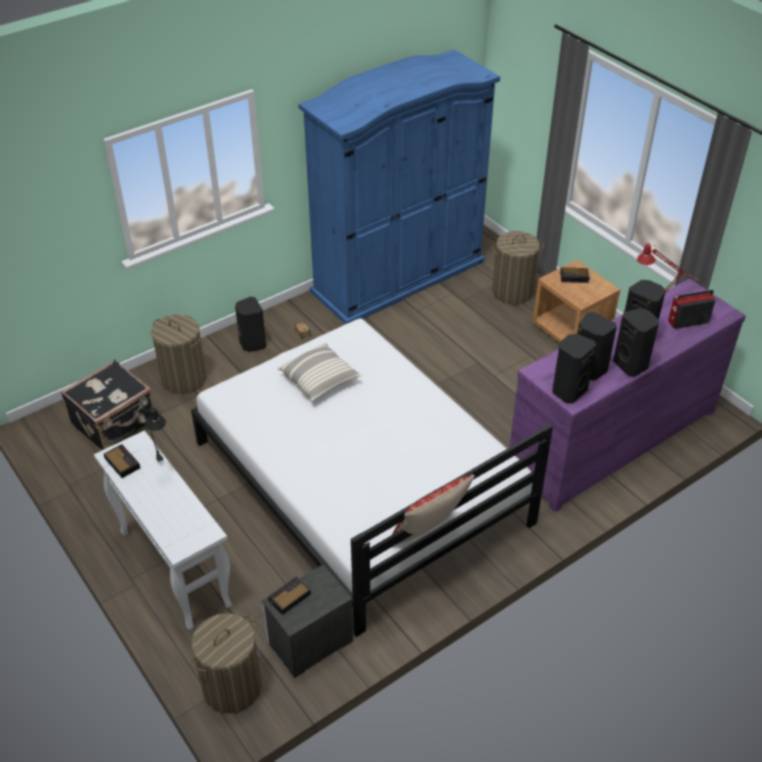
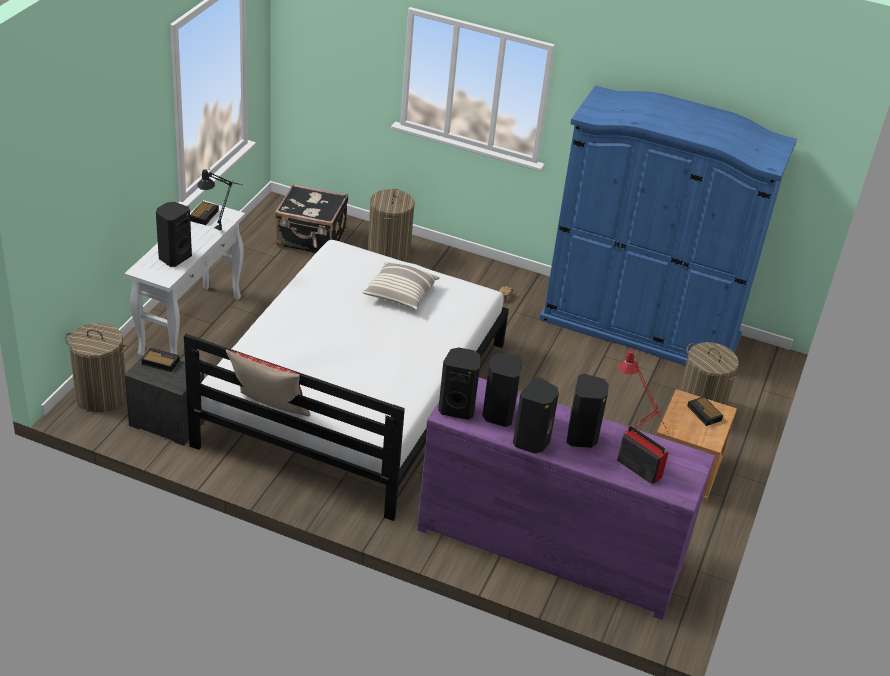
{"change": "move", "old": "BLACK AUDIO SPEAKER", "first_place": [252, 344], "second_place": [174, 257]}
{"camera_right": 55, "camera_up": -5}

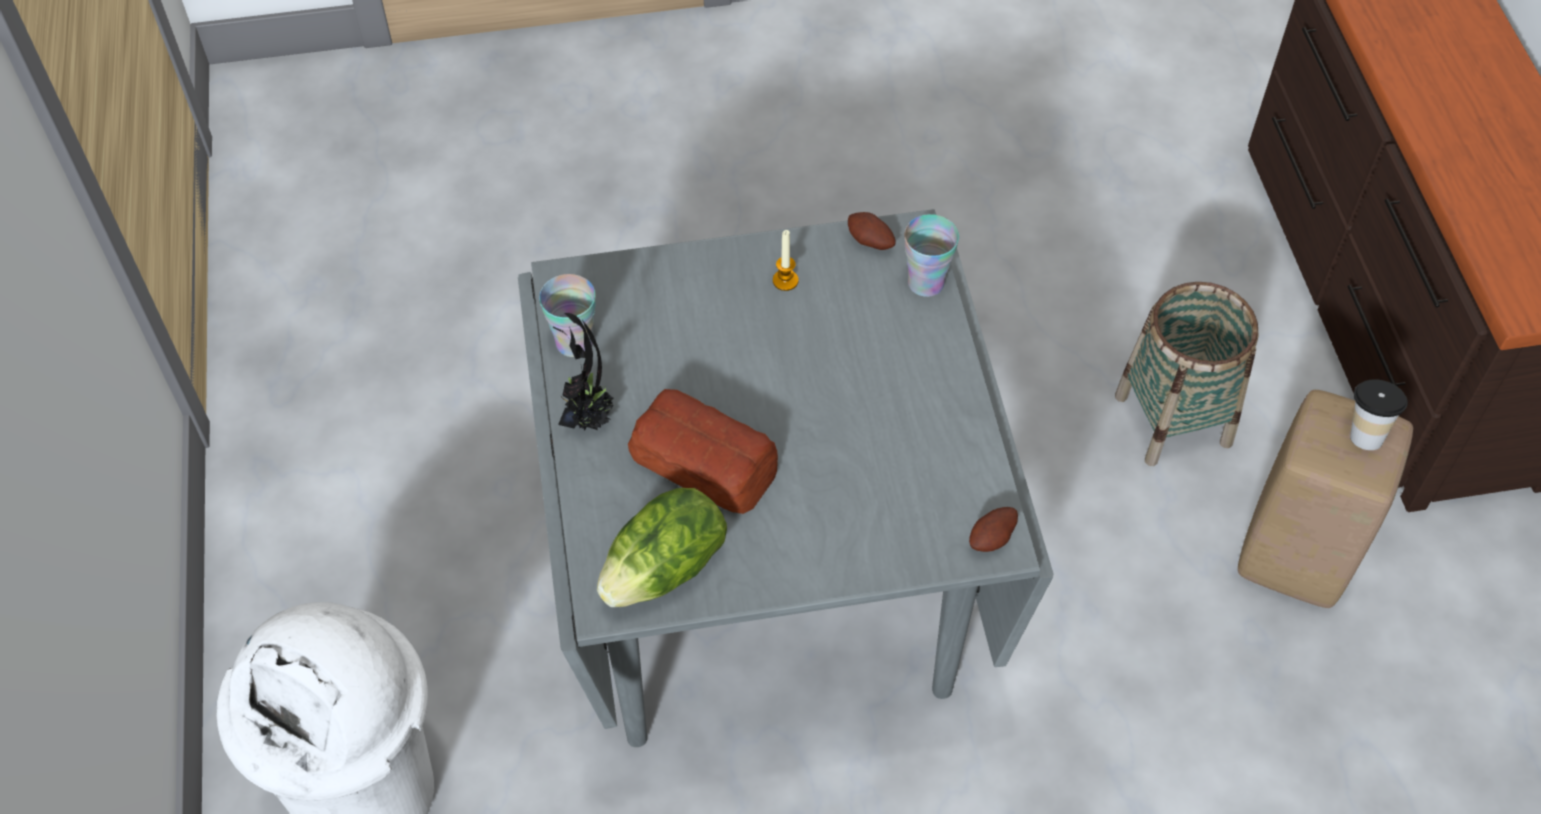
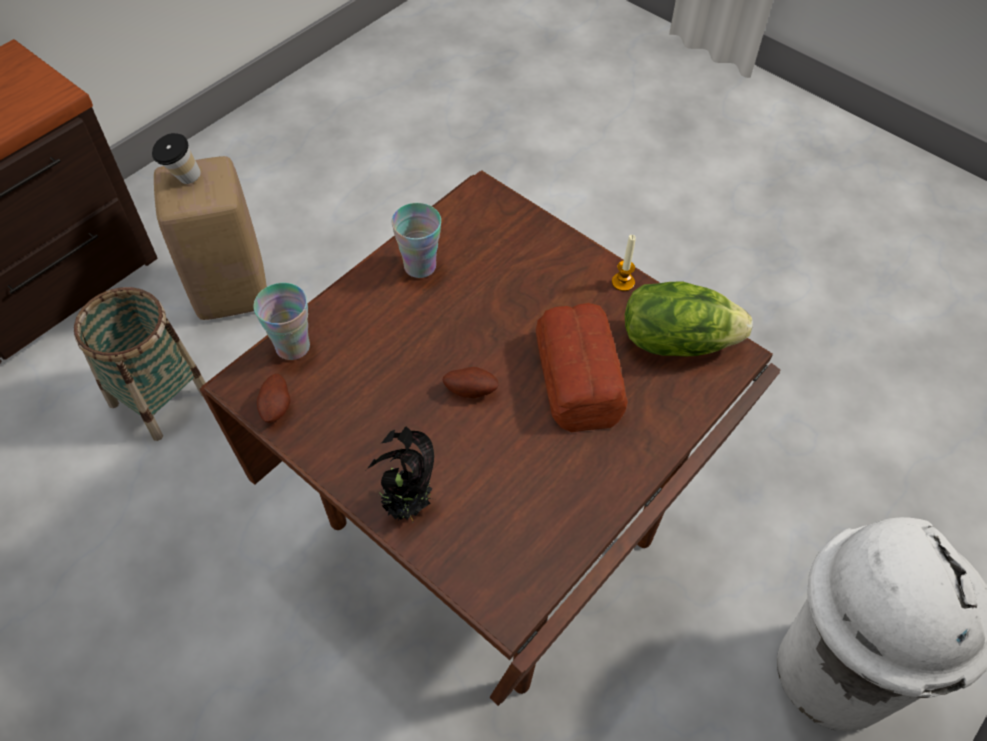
{"change": "move", "old": "SMALL CUP", "first_place": [574, 342], "second_place": [420, 266]}
{"change": "move", "old": "POTTED PLANT", "first_place": [588, 417], "second_place": [407, 507]}
{"change": "move", "old": "CANDLE", "first_place": [785, 280], "second_place": [623, 282]}
{"change": "move", "old": "SPUD", "first_place": [993, 539], "second_place": [471, 389]}
{"change": "recolor", "old": "GRAY KITCHEN TABLE", "new": "BROWN KITCHEN TABLE", "first_place": [770, 604], "second_place": [488, 533]}
{"camera_right": -130, "camera_up": 0}

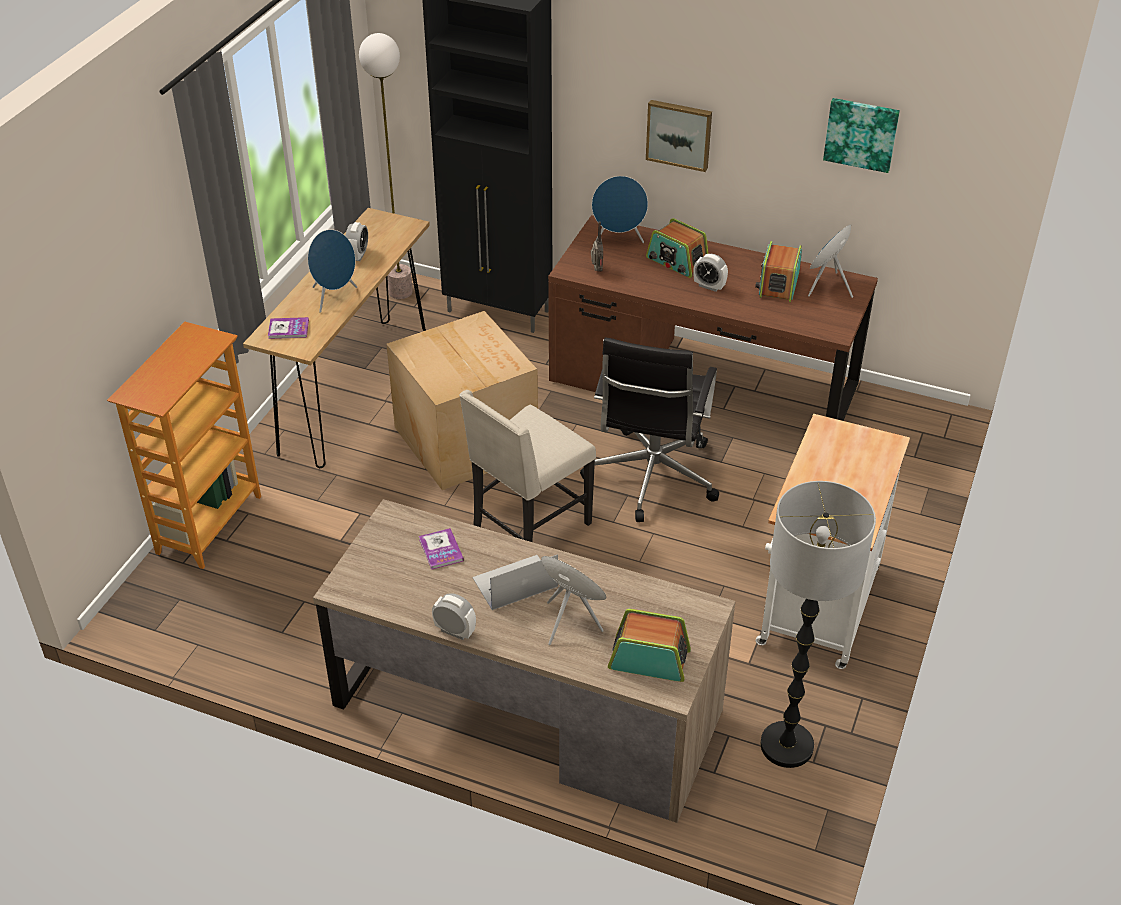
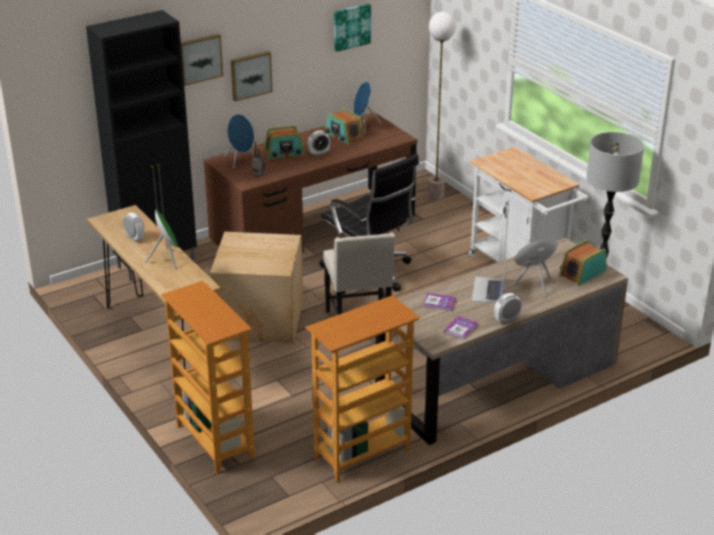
{"change": "insert", "new": "WALL ART", "second_place": [200, 58]}
{"change": "insert", "new": "SHELVING UNIT", "second_place": [362, 454]}
{"change": "move", "old": "VOLUME", "first_place": [288, 329], "second_place": [461, 328]}
{"change": "move", "old": "STANDING LAMP", "first_place": [401, 292], "second_place": [436, 195]}
{"change": "recolor", "old": "BLUE AUDIO SPEAKER", "new": "GREEN-COLOURED AUDIO SPEAKER", "first_place": [334, 297], "second_place": [167, 259]}
{"camera_right": -55, "camera_up": -10}

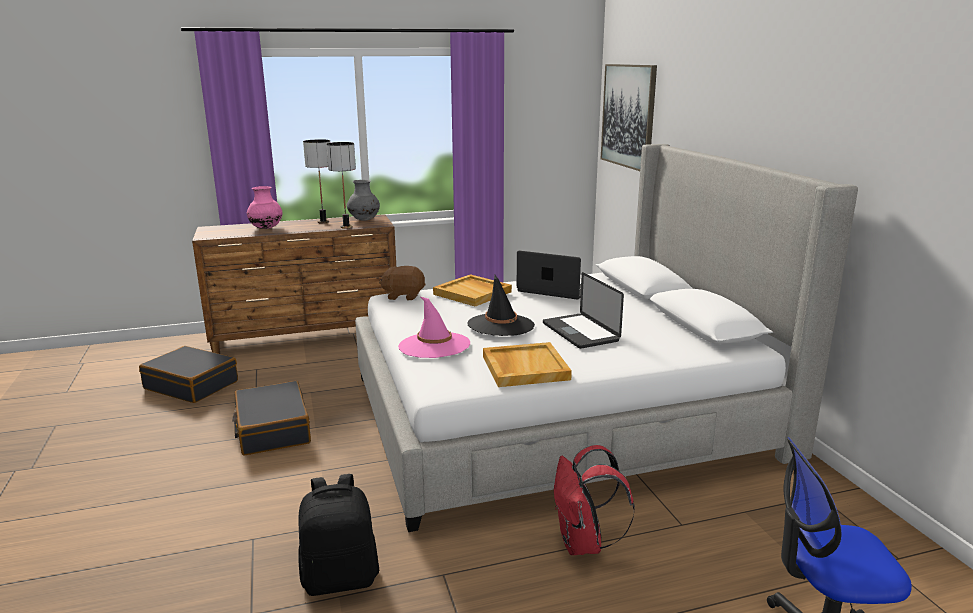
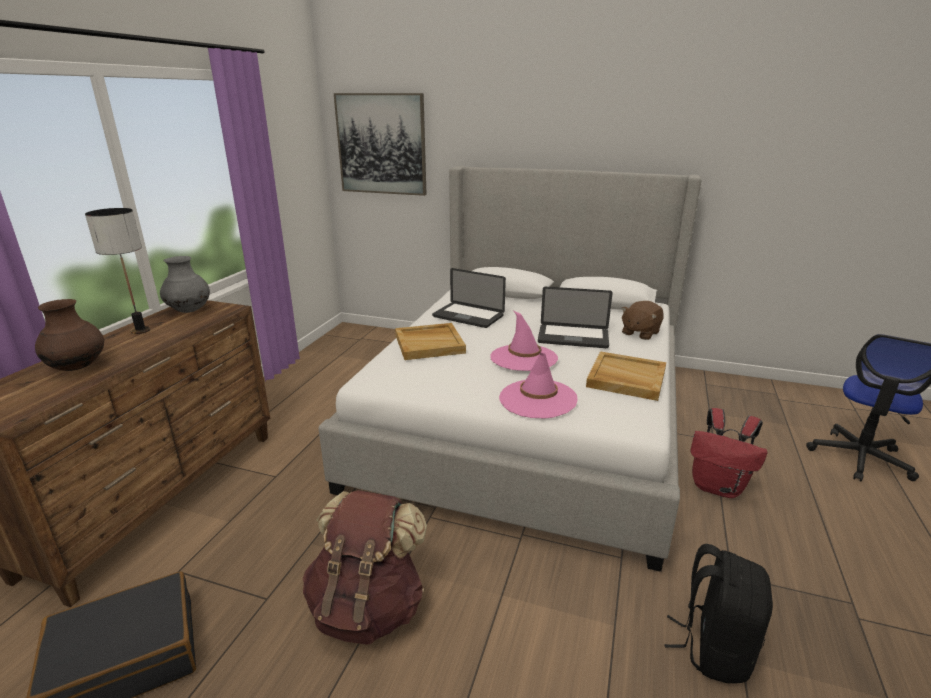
{"change": "delete", "old": "TABLETOP LAMP", "first_place": [346, 227]}
{"change": "move", "old": "BROWN SOFT TOY", "first_place": [404, 296], "second_place": [640, 333]}
{"change": "replace", "old": "BLACK SUITCASE", "new": "BROWN RUCKSACK", "first_place": [272, 430], "second_place": [368, 607]}
{"change": "recolor", "old": "PINK-COLOURED DECORATIVE VASE", "new": "BROWN DECORATIVE VASE", "first_place": [266, 228], "second_place": [78, 367]}
{"change": "recolor", "old": "BLACK HAT", "new": "PINK-COLOURED HAT", "first_place": [501, 325], "second_place": [523, 358]}
{"change": "rotate", "old": "LAPTOP", "first_place": [553, 290], "second_place": [468, 316], "degrees": -120}
{"camera_right": -55, "camera_up": 5}

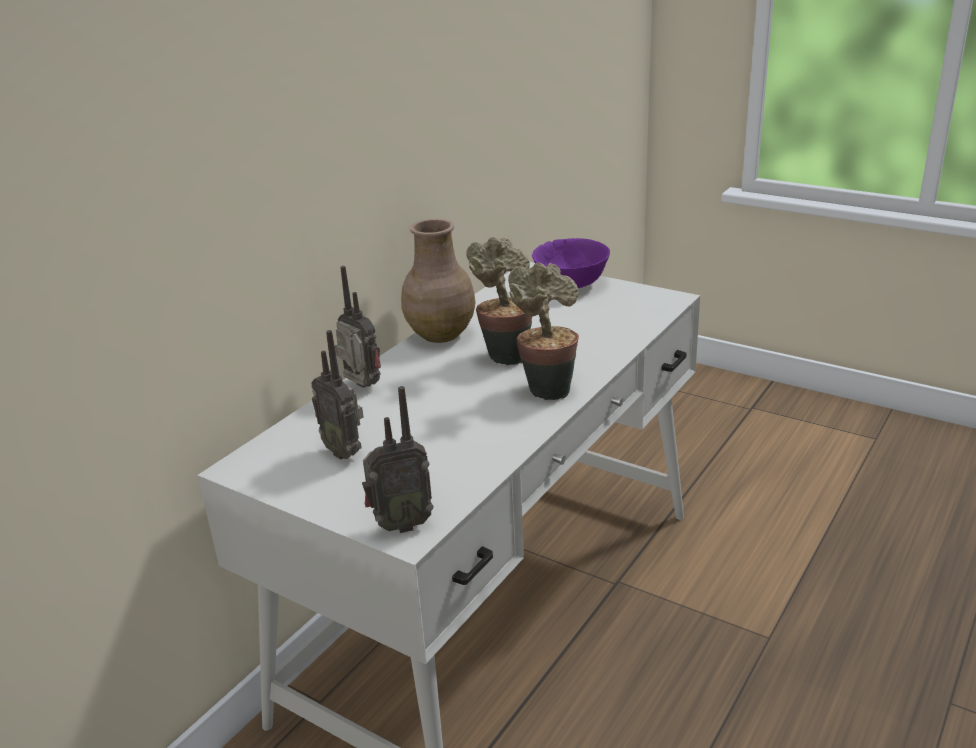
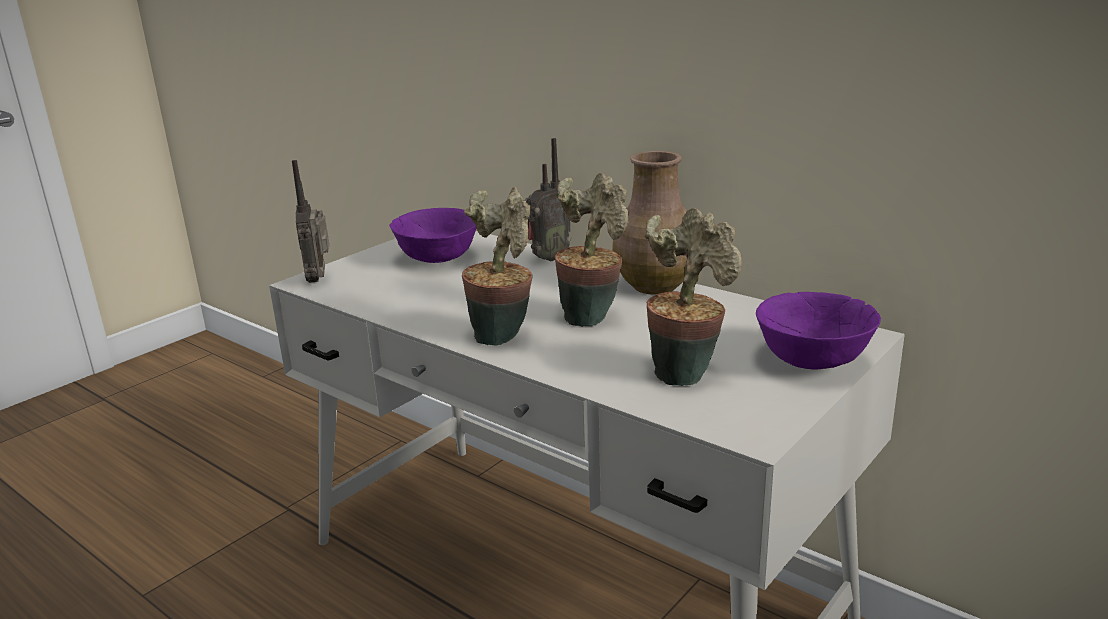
{"change": "insert", "new": "POTTED PLANT", "second_place": [686, 371]}
{"change": "replace", "old": "RADIO SET", "new": "PURPLE-COLOURED SERVING BOWL", "first_place": [344, 451], "second_place": [438, 258]}
{"camera_right": 95, "camera_up": -5}

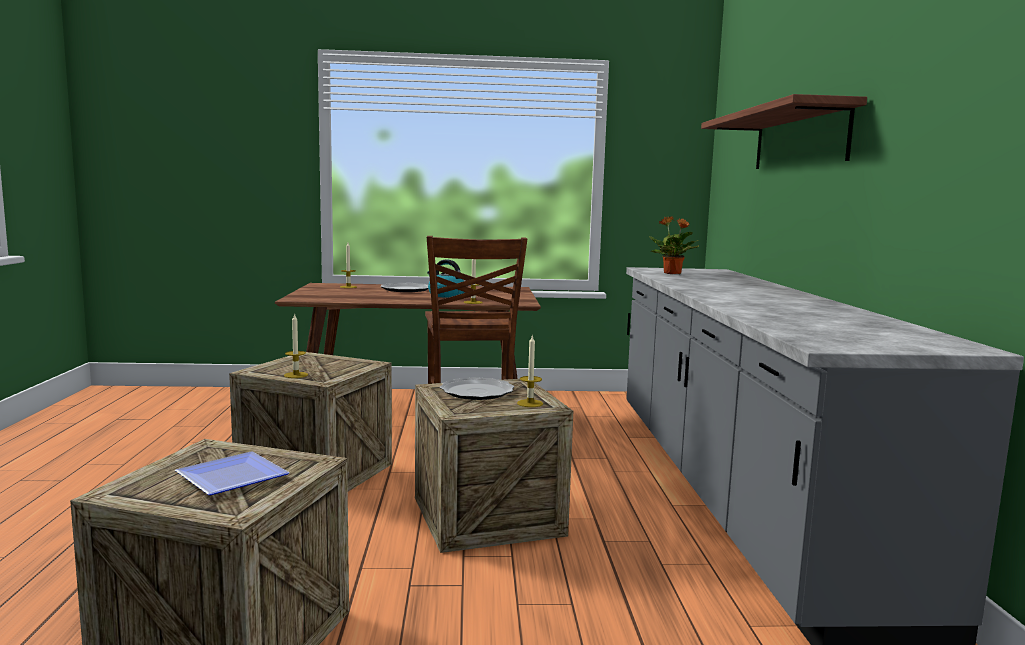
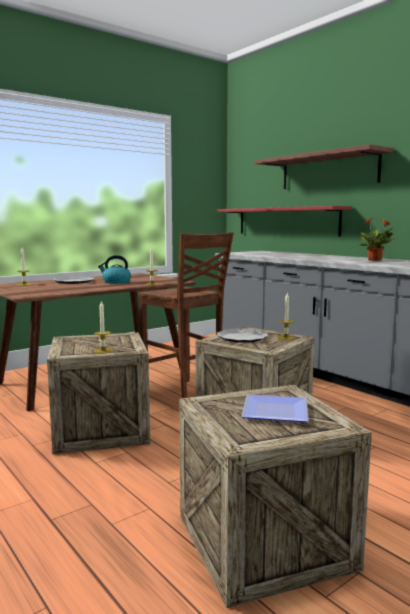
{"change": "insert", "new": "RED-COLOURED WALL SHELF", "second_place": [286, 221]}
{"change": "move", "old": "POTTED PLANT", "first_place": [672, 273], "second_place": [375, 260]}
{"camera_right": -35, "camera_up": 0}

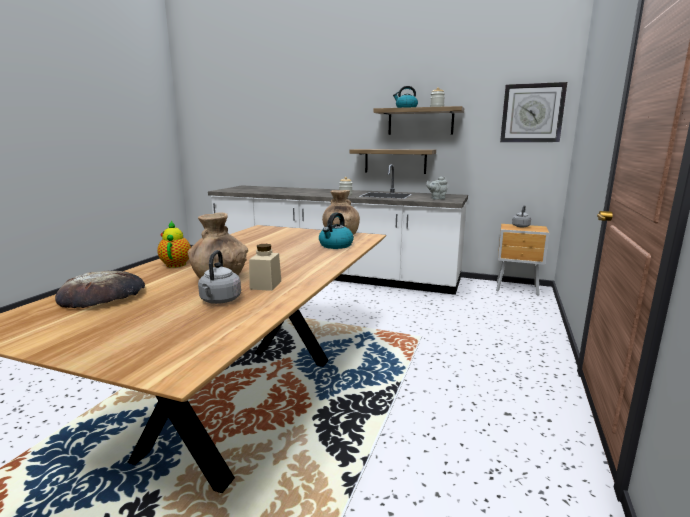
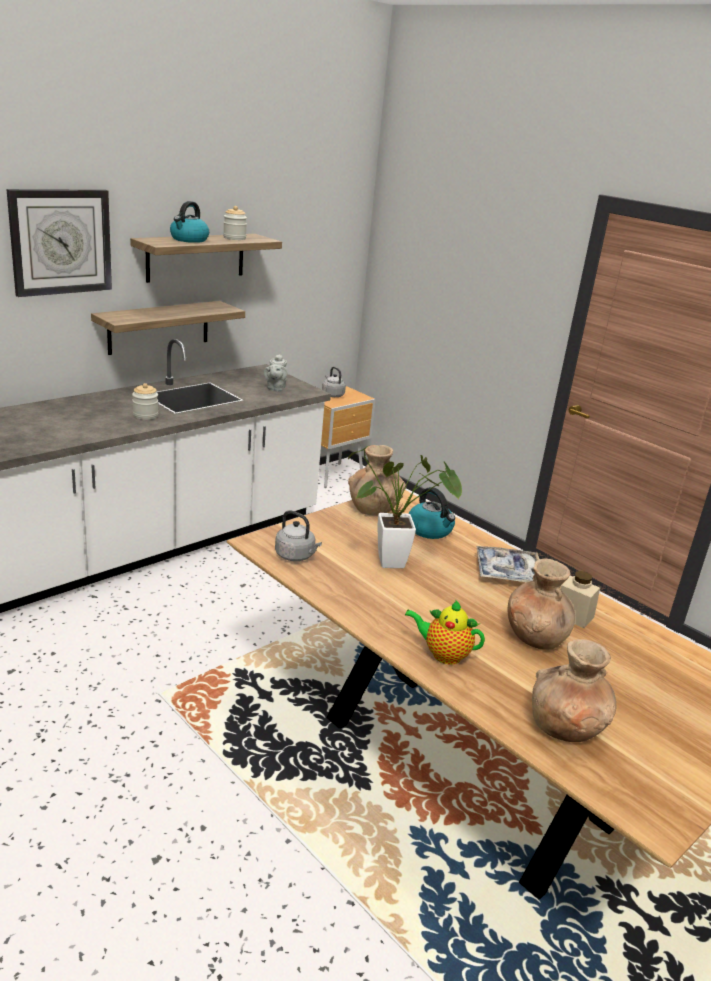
{"change": "insert", "new": "POTTED PLANT", "second_place": [399, 563]}
{"change": "insert", "new": "SERVING TRAY", "second_place": [507, 572]}
{"change": "move", "old": "GRAY WATER KETTLE", "first_place": [220, 301], "second_place": [296, 556]}
{"change": "move", "old": "WALL CLOCK", "first_place": [532, 113], "second_place": [61, 242]}
{"change": "replace", "old": "BAKED BREAD", "new": "BROWN DECORATIVE VASE", "first_place": [103, 296], "second_place": [566, 727]}
{"camera_right": -65, "camera_up": 10}

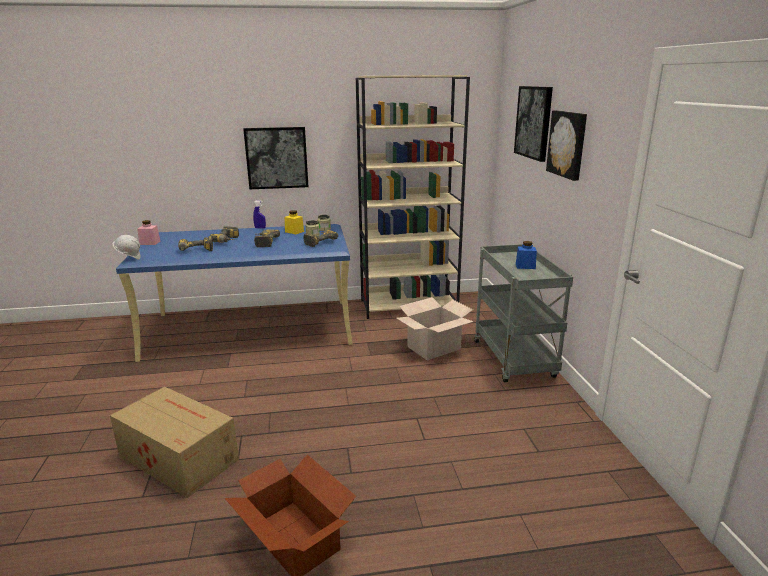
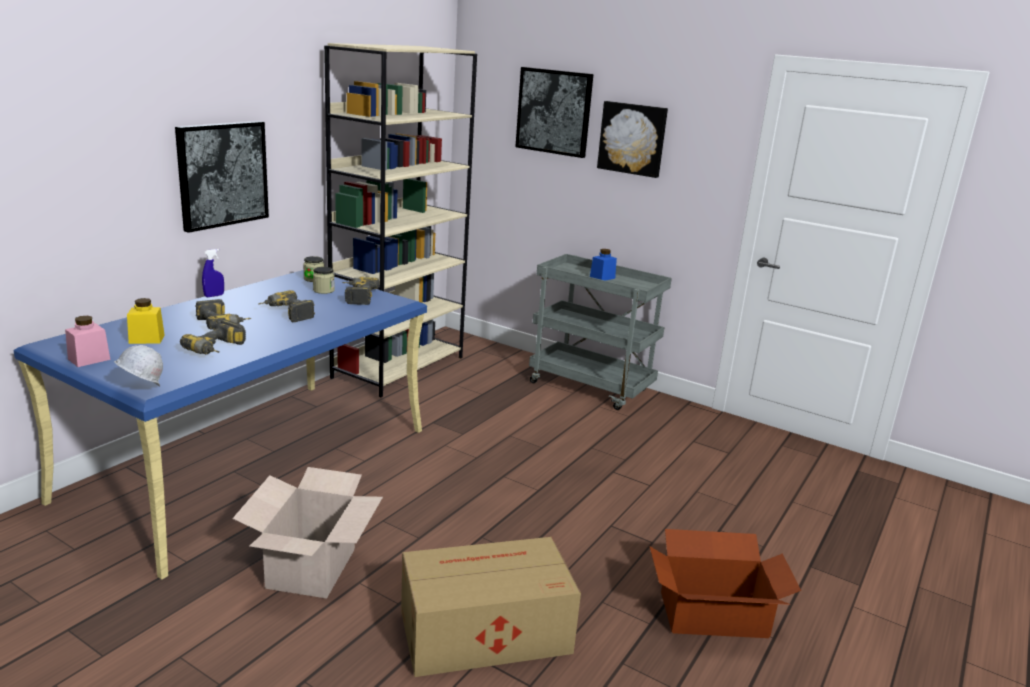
{"change": "move", "old": "YELLOW PRESERVE JAR", "first_place": [294, 232], "second_place": [146, 339]}
{"change": "move", "old": "PACKING BOX", "first_place": [433, 347], "second_place": [310, 568]}
{"camera_right": -50, "camera_up": 0}

